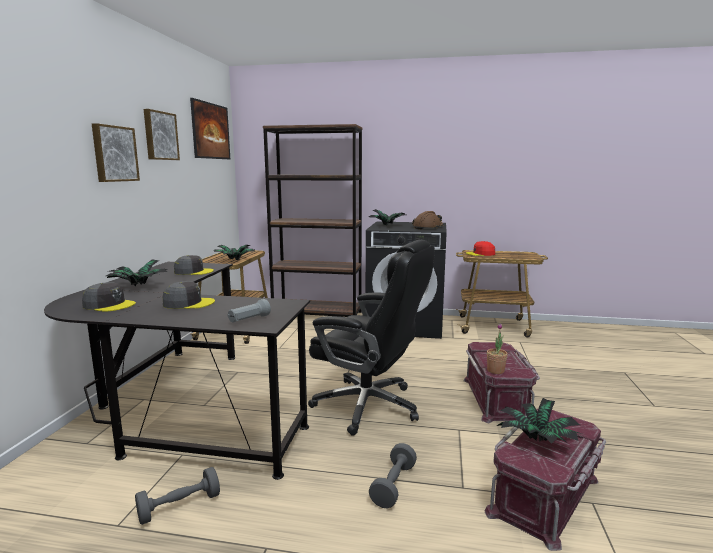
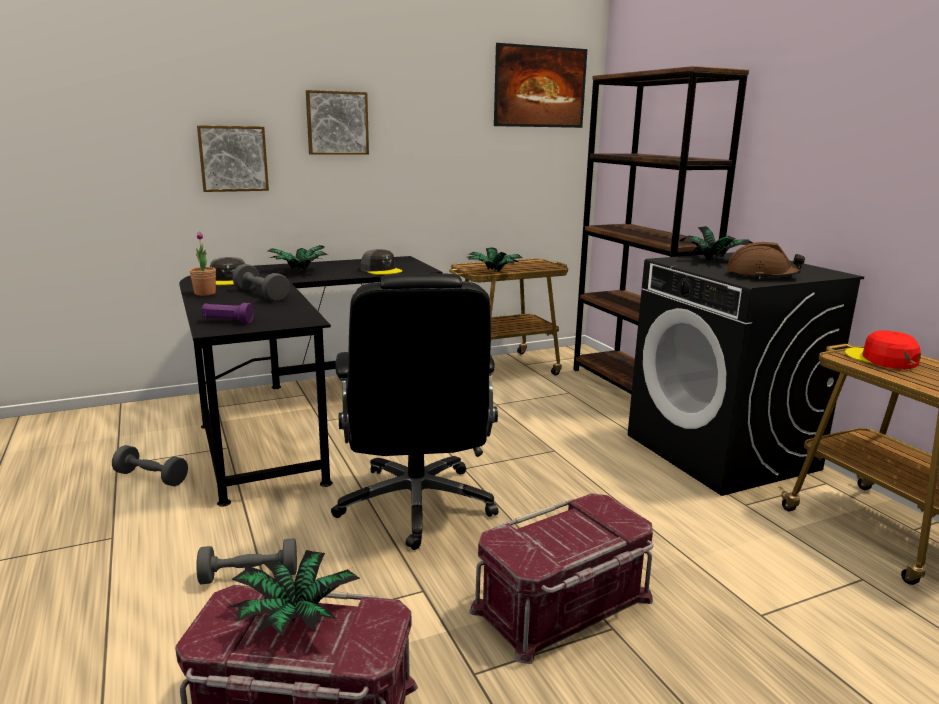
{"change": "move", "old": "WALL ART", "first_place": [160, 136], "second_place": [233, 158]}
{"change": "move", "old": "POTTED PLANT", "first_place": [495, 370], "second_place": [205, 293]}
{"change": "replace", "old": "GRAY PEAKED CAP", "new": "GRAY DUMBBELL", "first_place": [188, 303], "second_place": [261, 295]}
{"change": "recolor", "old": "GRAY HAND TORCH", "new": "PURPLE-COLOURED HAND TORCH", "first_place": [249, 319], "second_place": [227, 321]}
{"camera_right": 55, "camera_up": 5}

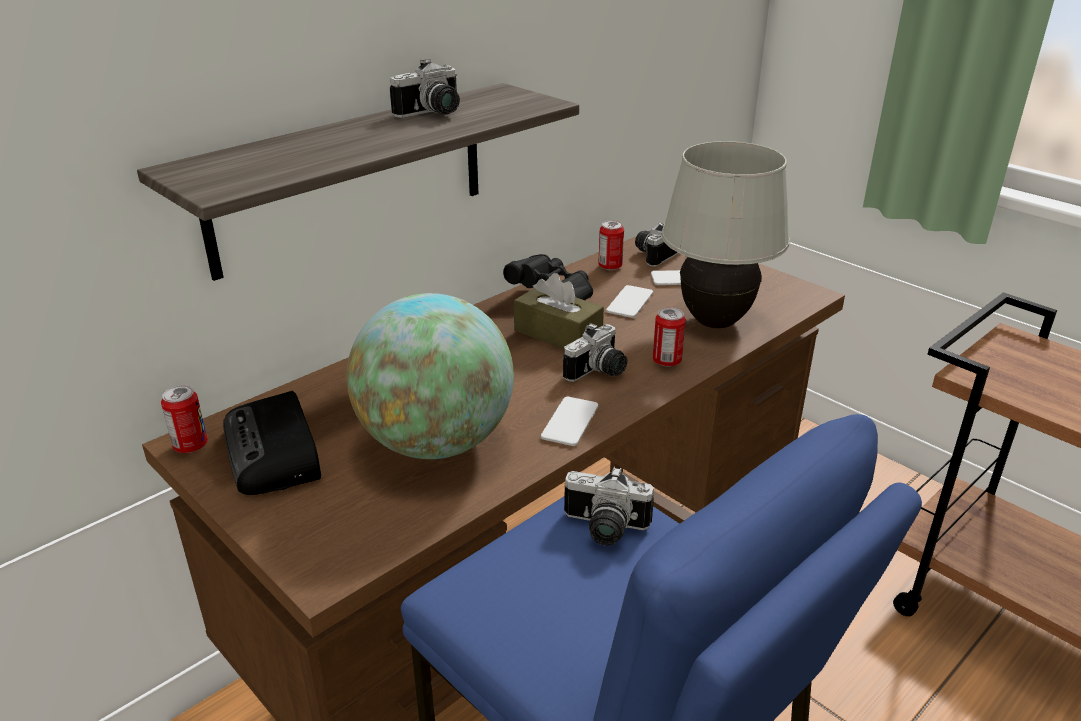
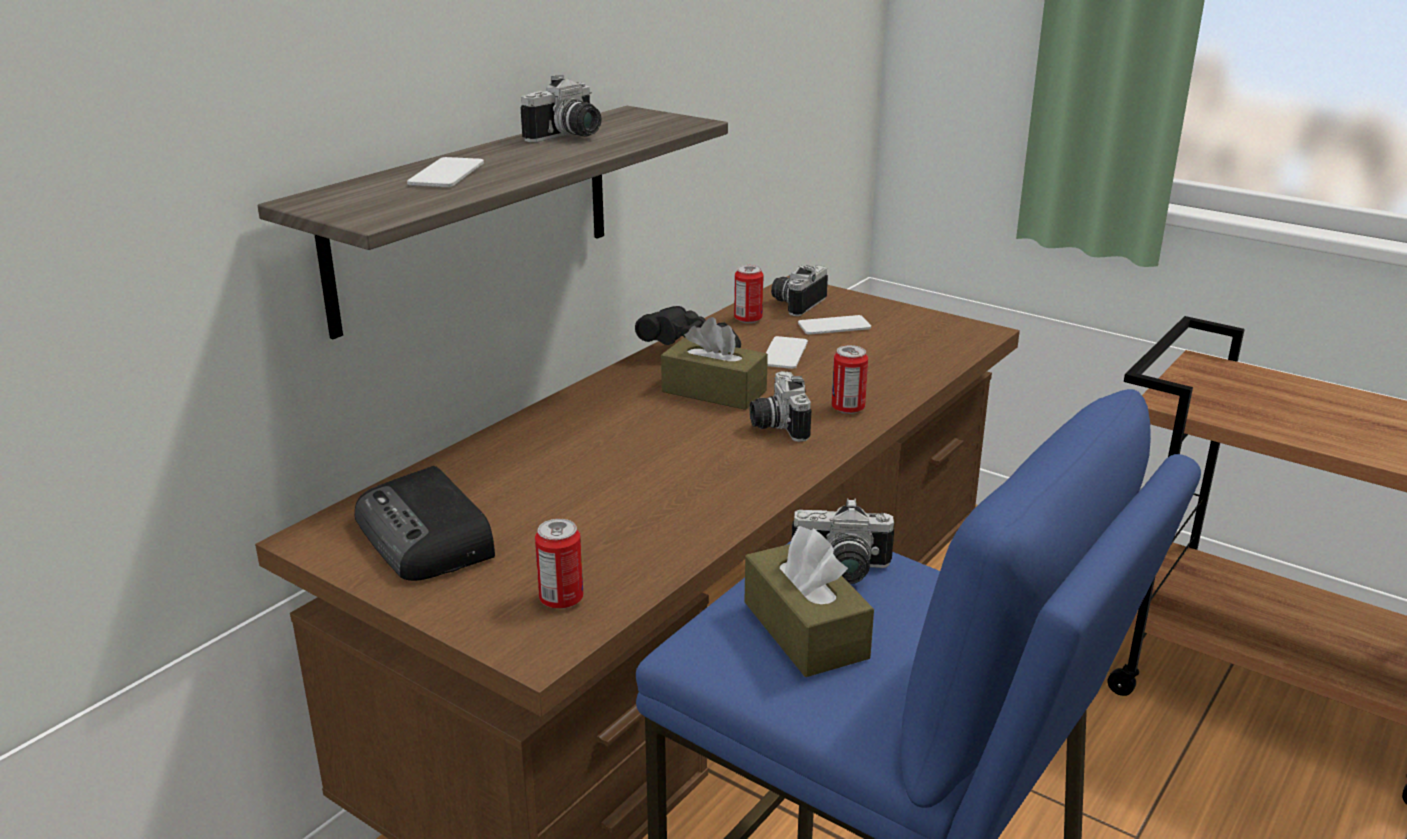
{"change": "delete", "old": "WORLD GLOBE", "first_place": [435, 442]}
{"change": "delete", "old": "WHITISH TABLETOP LAMP", "first_place": [715, 321]}
{"change": "insert", "new": "BROWN TISSUE BOX", "second_place": [805, 630]}
{"change": "move", "old": "SEALED CAN", "first_place": [191, 446], "second_place": [561, 600]}
{"change": "move", "old": "HANDSET", "first_place": [570, 422], "second_place": [446, 174]}
{"change": "rotate", "old": "STILL CAMERA", "first_place": [599, 372], "second_place": [776, 425], "degrees": 135}
{"camera_right": -10, "camera_up": -5}

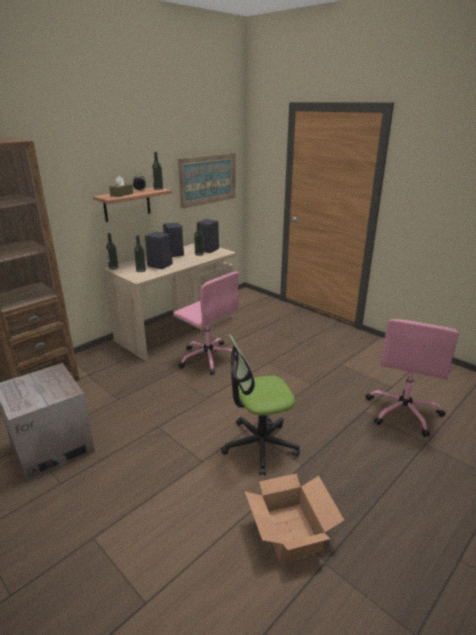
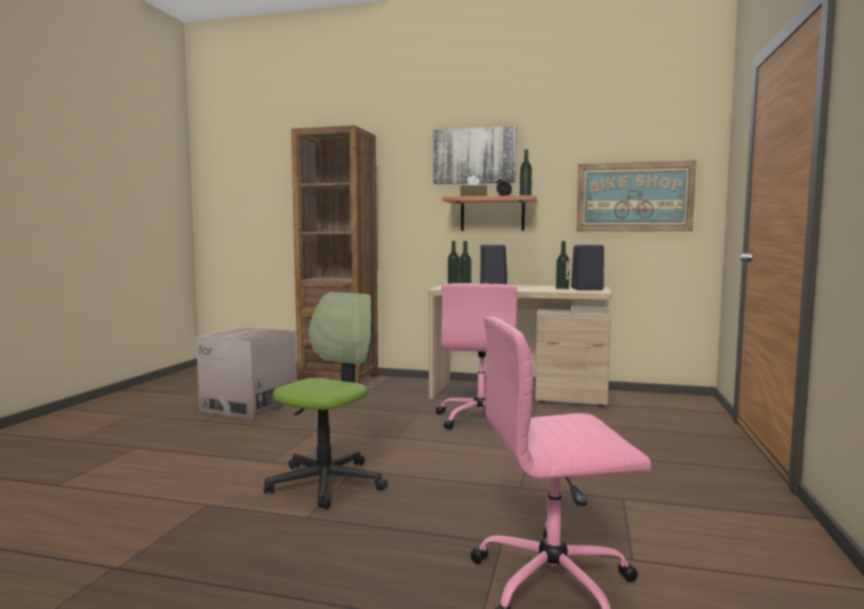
{"change": "delete", "old": "BLACK AUDIO SPEAKER", "first_place": [174, 254]}
{"change": "delete", "old": "PACKING BOX", "first_place": [290, 532]}
{"change": "insert", "new": "WALL ART", "second_place": [474, 156]}
{"change": "rotate", "old": "DESK CHAIR", "first_place": [259, 445], "second_place": [326, 483], "degrees": 75}
{"camera_right": 60, "camera_up": -20}

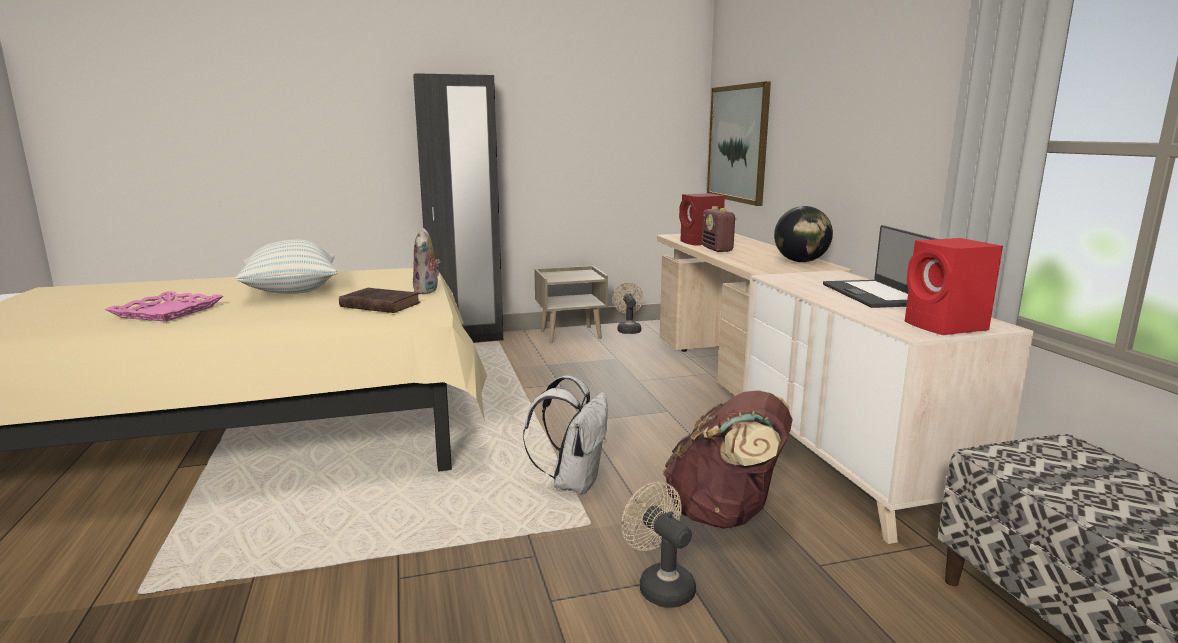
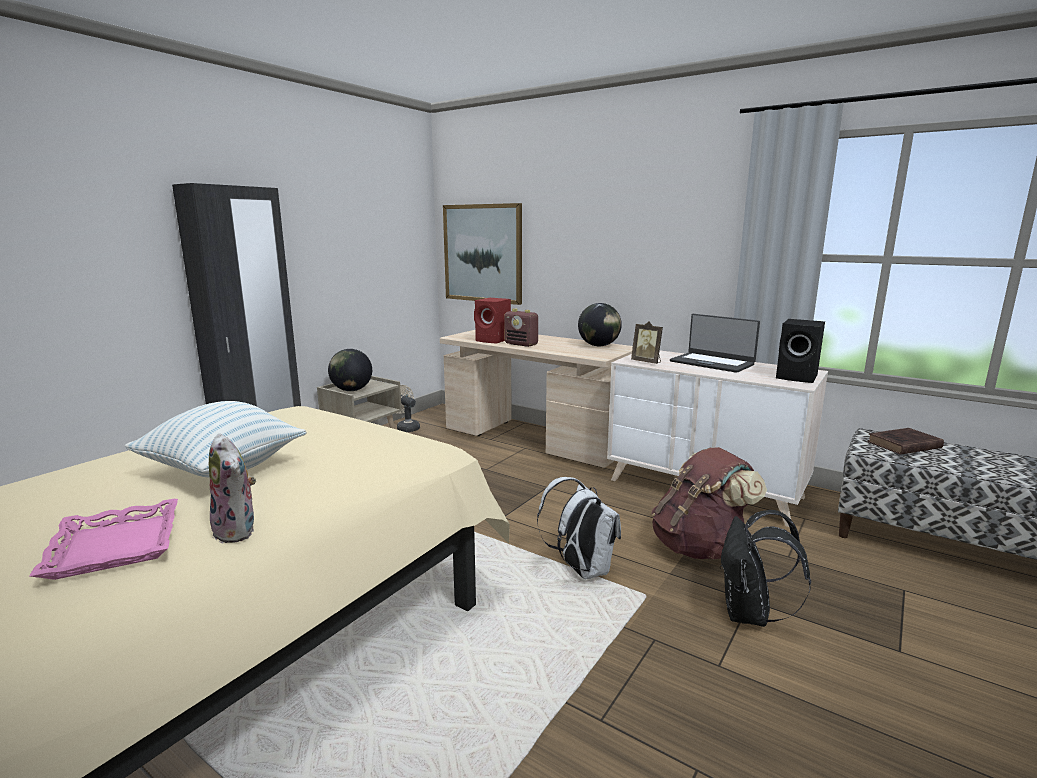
{"change": "insert", "new": "WORLD GLOBE", "second_place": [352, 390]}
{"change": "insert", "new": "PHOTO FRAME", "second_place": [647, 362]}
{"change": "move", "old": "BROWN VOLUME", "first_place": [378, 305], "second_place": [902, 445]}
{"change": "move", "old": "SOFT TOY", "first_place": [427, 291], "second_place": [238, 531]}
{"change": "replace", "old": "BEIGE ELECTRIC FAN", "new": "BLACK RUCKSACK", "first_place": [660, 585], "second_place": [749, 614]}
{"change": "recolor", "old": "RED-COLOURED AUDIO SPEAKER", "new": "BLACK AUDIO SPEAKER", "first_place": [946, 327], "second_place": [798, 377]}
{"camera_right": -40, "camera_up": 0}

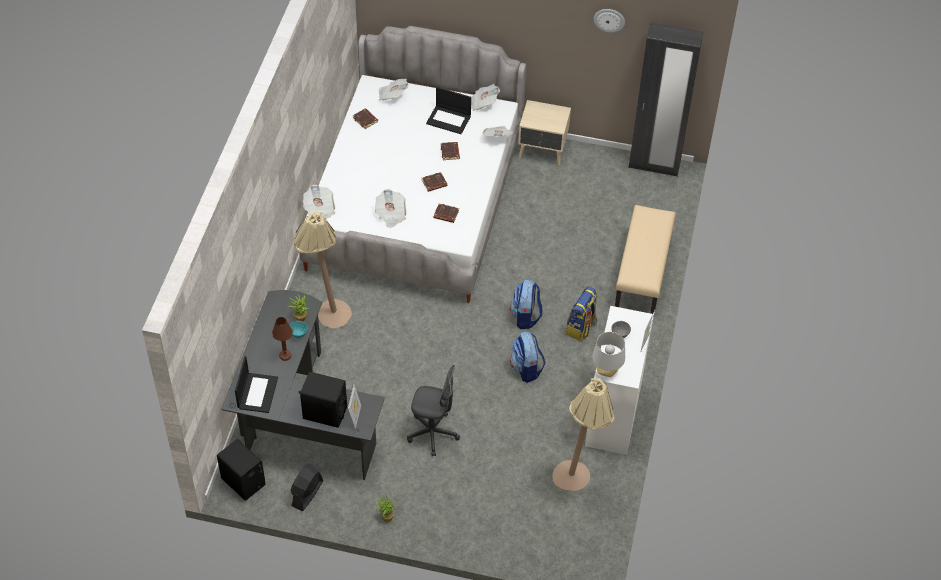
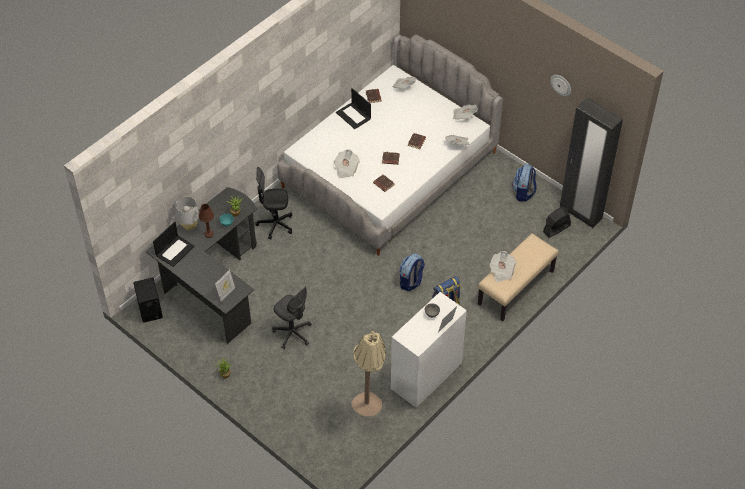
{"change": "delete", "old": "BLACK AUDIO SPEAKER", "first_place": [324, 413]}
{"change": "delete", "old": "BEIGE NIGHT TABLE", "first_place": [543, 151]}
{"change": "move", "old": "BLACK ELECTRIC FAN", "first_place": [307, 493], "second_place": [556, 228]}
{"change": "move", "old": "PRINTED PAPER", "first_place": [319, 210], "second_place": [501, 271]}
{"change": "move", "old": "LAPTOP", "first_place": [449, 119], "second_place": [354, 116]}
{"change": "move", "old": "RUCKSACK", "first_place": [526, 368], "second_place": [523, 192]}
{"change": "move", "old": "GRAY TABLETOP LAMP", "first_place": [606, 371], "second_place": [189, 226]}
{"change": "replace", "old": "BEIGE STANDING LAMP", "new": "BLACK DESK CHAIR", "first_place": [326, 317], "second_place": [275, 225]}
{"camera_right": 30, "camera_up": 0}

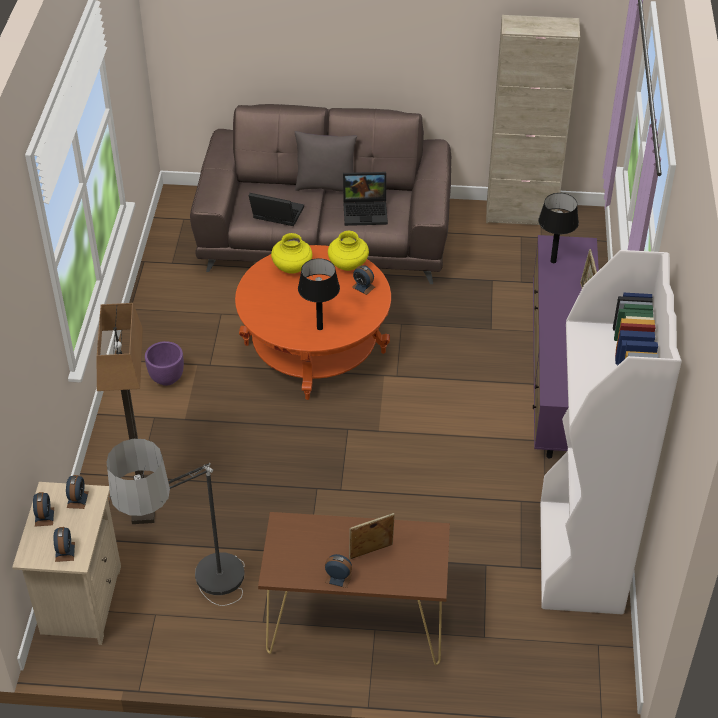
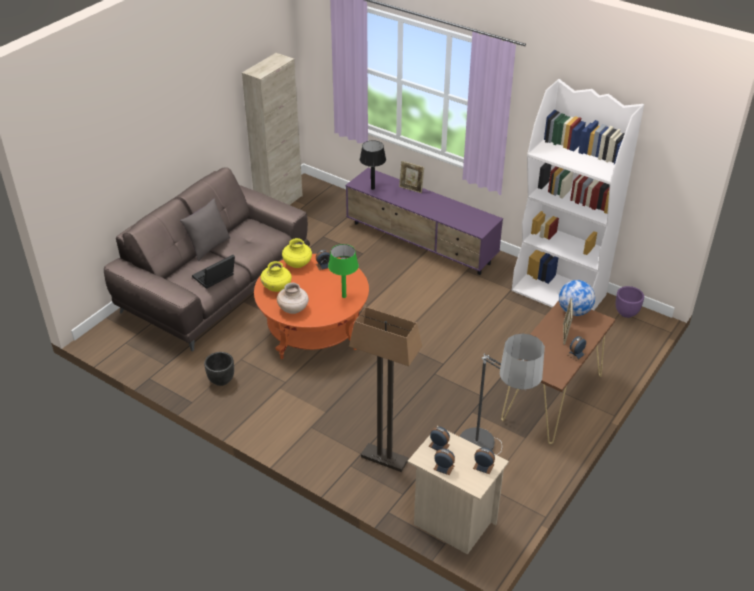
{"change": "delete", "old": "LAPTOP", "first_place": [366, 211]}
{"change": "insert", "new": "BLACK PLANT POT", "second_place": [221, 381]}
{"change": "insert", "new": "BEIGE DECORATIVE VASE", "second_place": [293, 309]}
{"change": "insert", "new": "WORLD GLOBE", "second_place": [574, 311]}
{"change": "move", "old": "PURPLE-COLOURED PLANT POT", "first_place": [167, 379], "second_place": [626, 313]}
{"change": "recolor", "old": "BLACK TABLETOP LAMP", "new": "GREEN-COLOURED TABLETOP LAMP", "first_place": [320, 328], "second_place": [344, 296]}
{"camera_right": -60, "camera_up": -5}

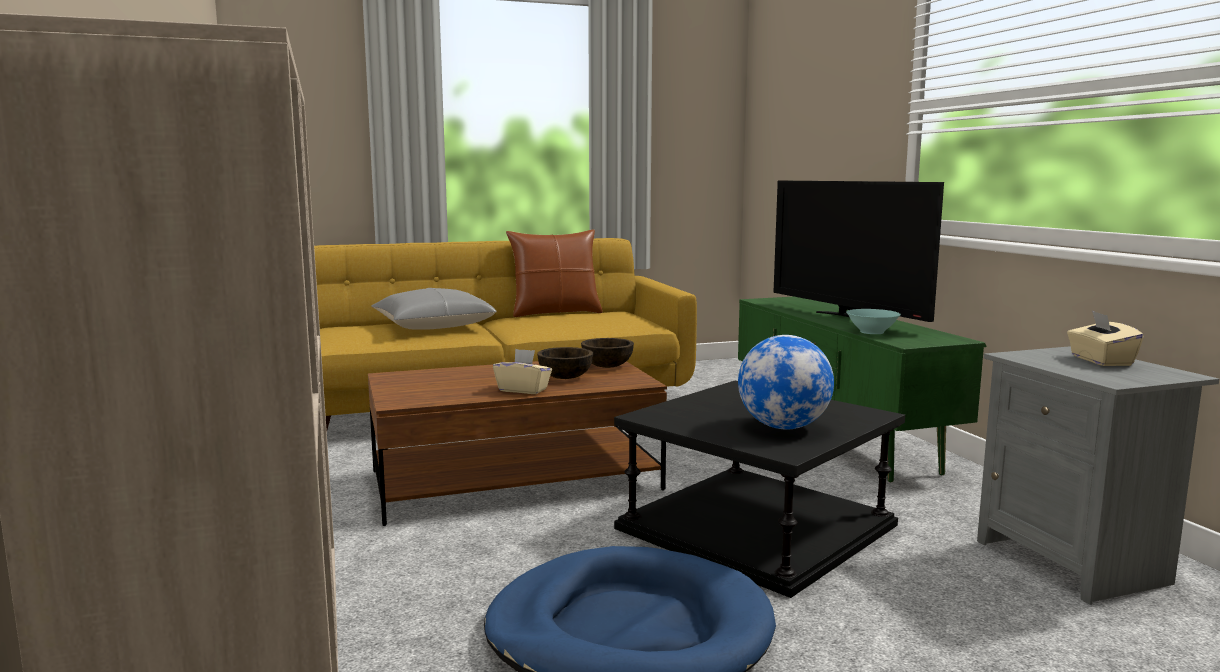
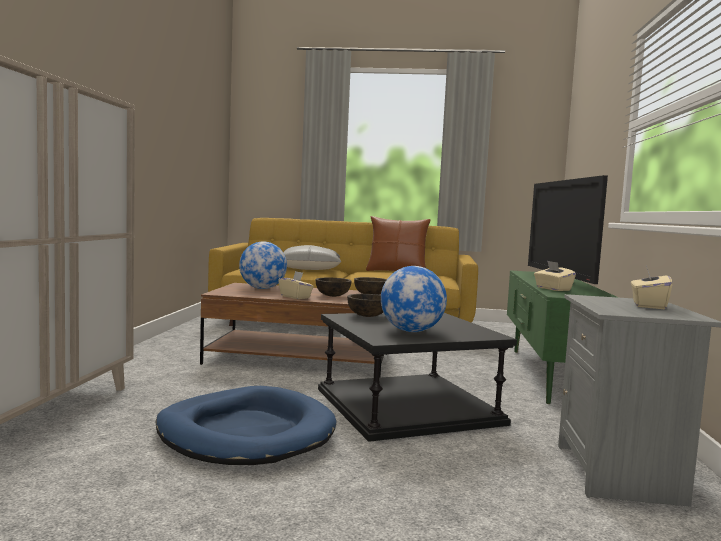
{"change": "insert", "new": "WORLD GLOBE", "second_place": [262, 288]}
{"change": "insert", "new": "BROWN SERVING BOWL", "second_place": [368, 316]}
{"change": "replace", "old": "BLUE-GREEN SERVING BOWL", "new": "BEIGE TISSUE BOX", "first_place": [872, 332], "second_place": [553, 289]}
{"camera_right": 25, "camera_up": -5}

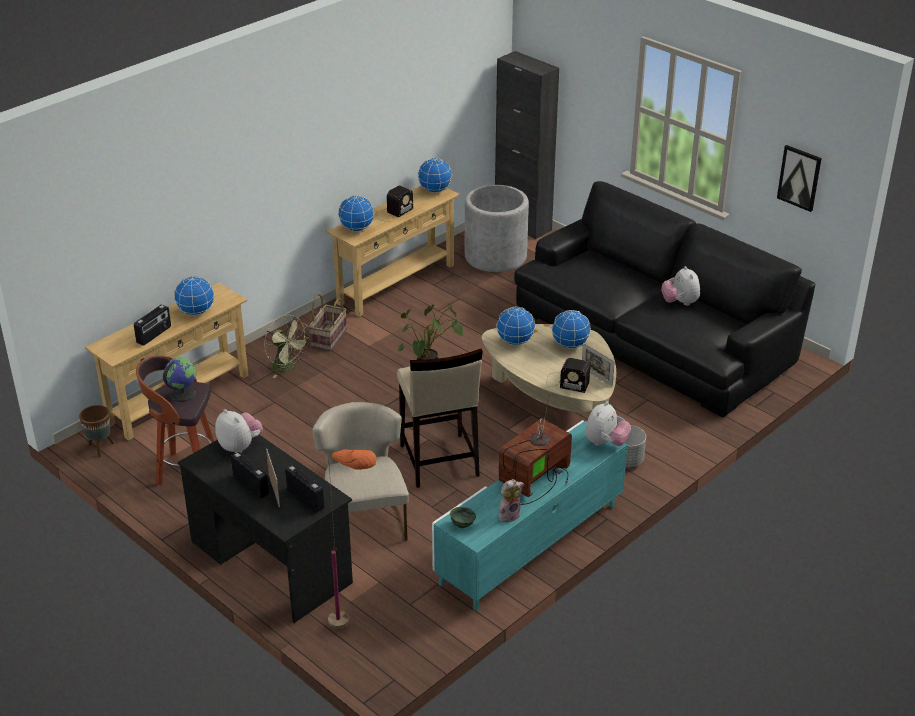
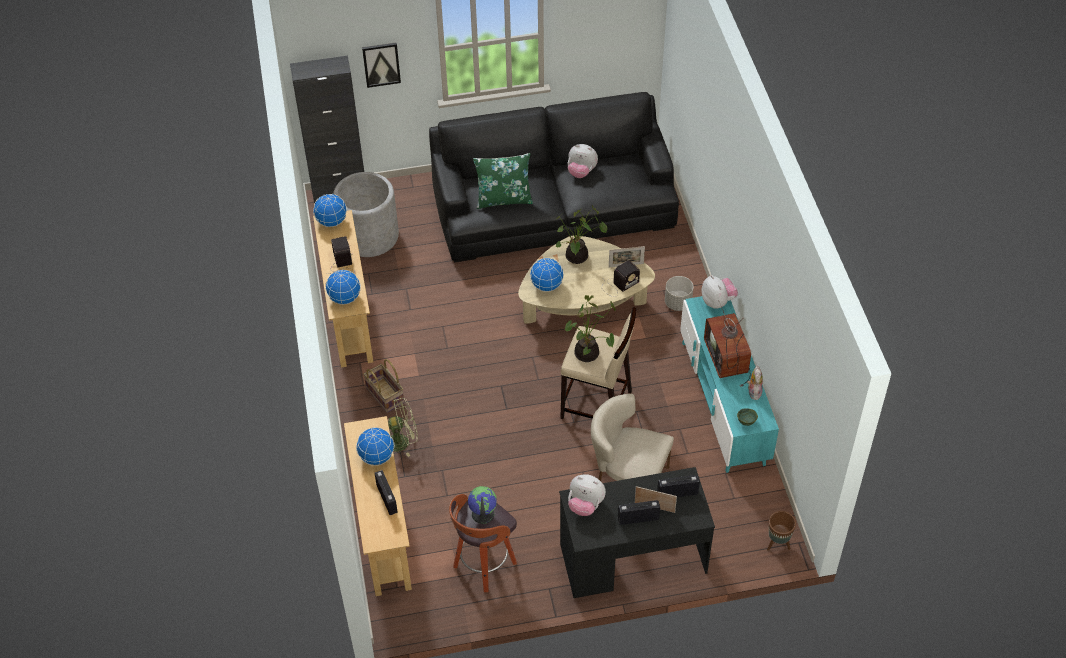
{"change": "delete", "old": "ORANGE-COLOURED STANDING LAMP", "first_place": [355, 628]}
{"change": "insert", "new": "GREEN-COLOURED PILLOW", "second_place": [504, 199]}
{"change": "move", "old": "BROWN PLANT POT", "first_place": [101, 448], "second_place": [778, 544]}
{"change": "move", "old": "WALL ART", "first_place": [799, 177], "second_place": [381, 64]}
{"change": "replace", "old": "WORLD GLOBE", "new": "POTTED PLANT", "first_place": [570, 345], "second_place": [577, 258]}
{"change": "rotate", "old": "SOFT TOY", "first_place": [240, 446], "second_place": [585, 505], "degrees": -150}
{"camera_right": -55, "camera_up": 15}

